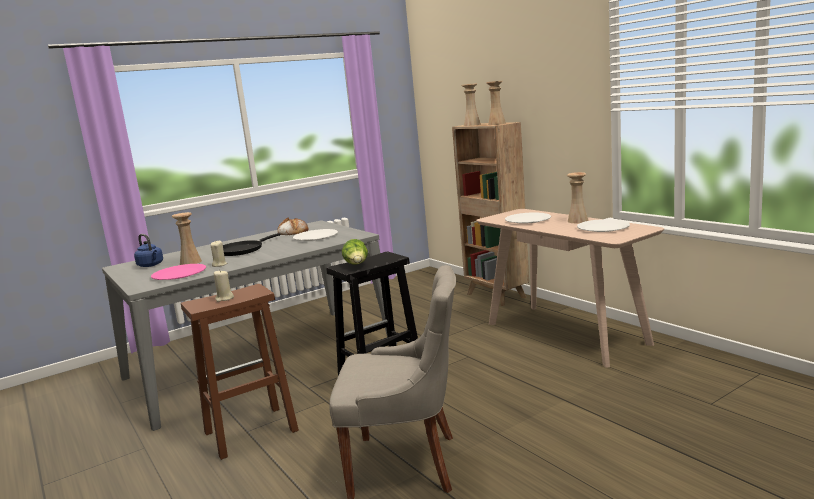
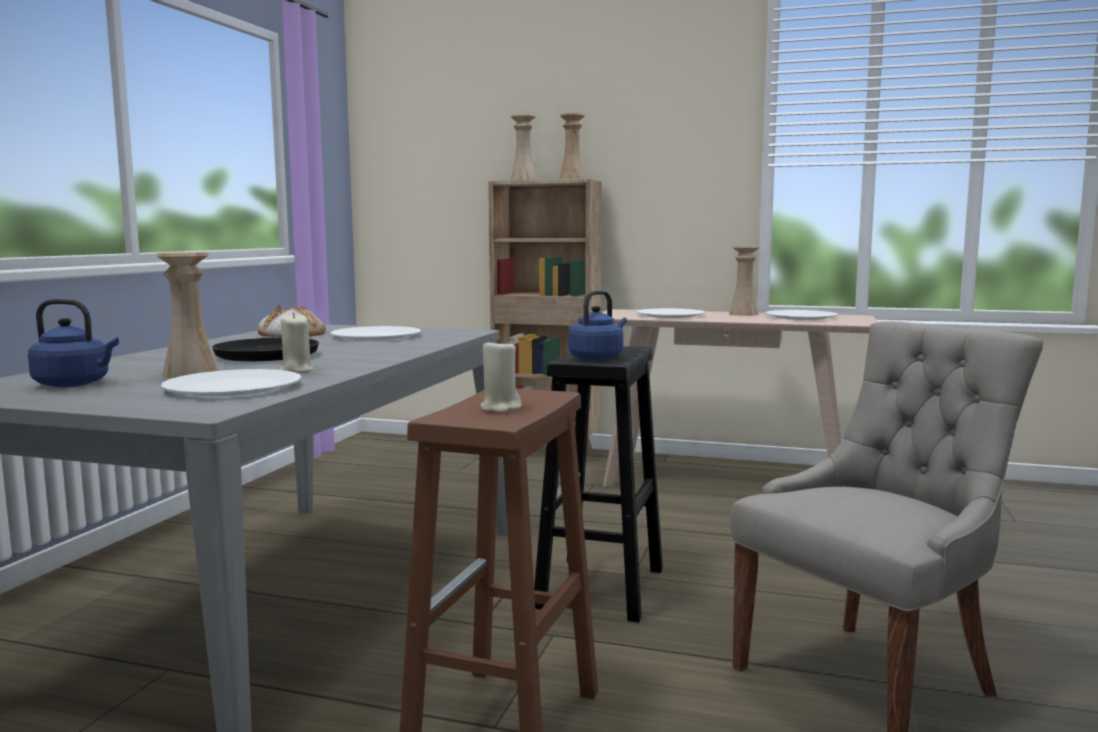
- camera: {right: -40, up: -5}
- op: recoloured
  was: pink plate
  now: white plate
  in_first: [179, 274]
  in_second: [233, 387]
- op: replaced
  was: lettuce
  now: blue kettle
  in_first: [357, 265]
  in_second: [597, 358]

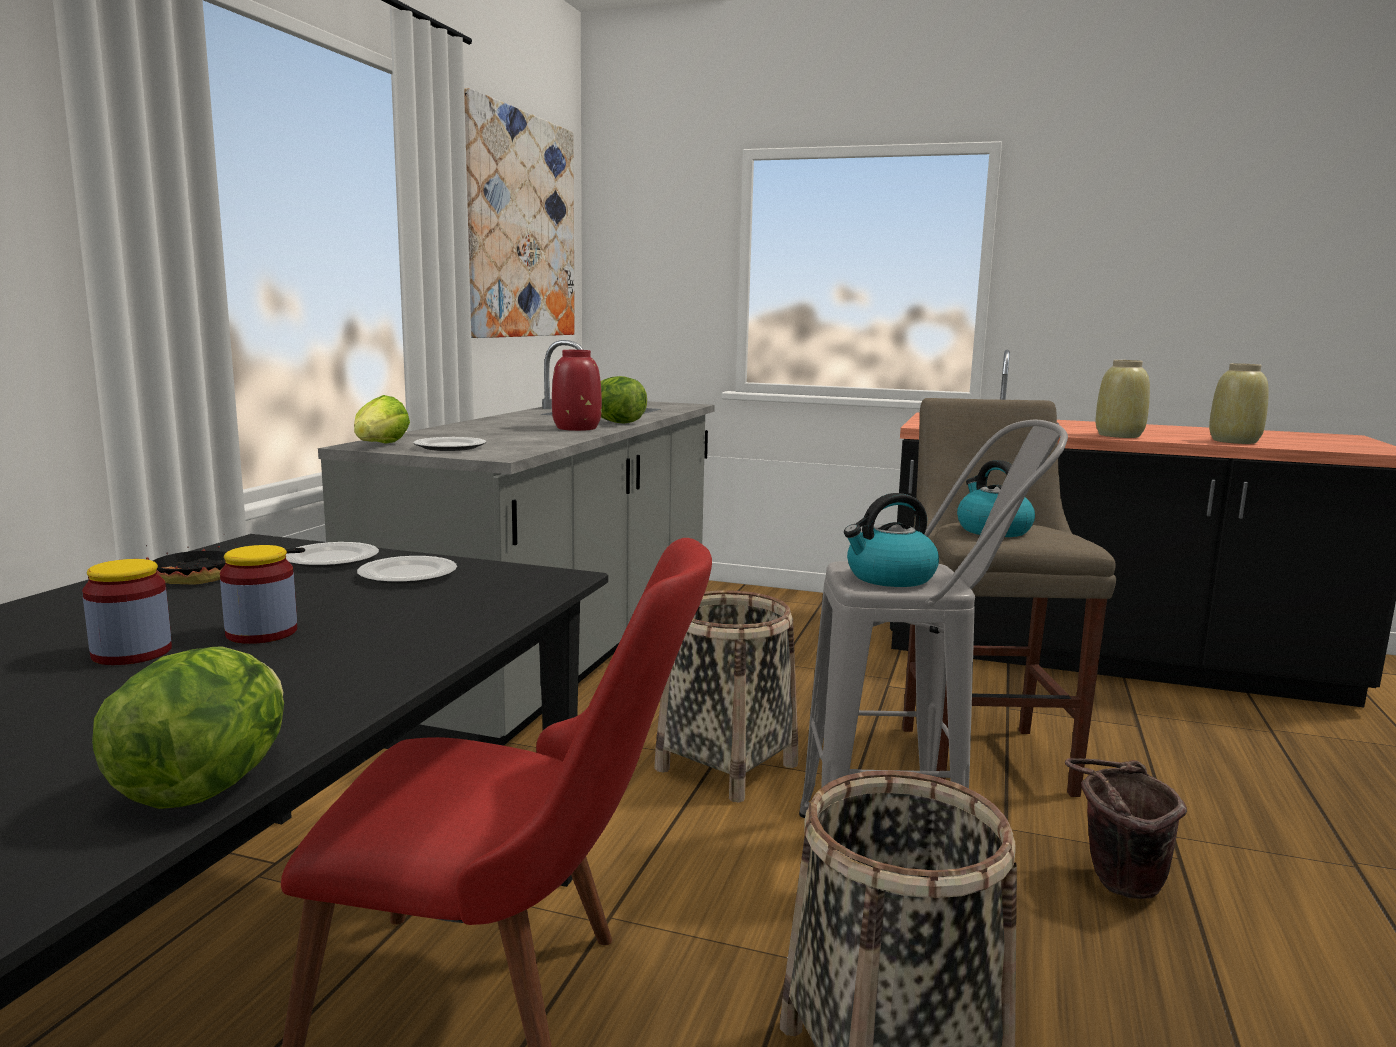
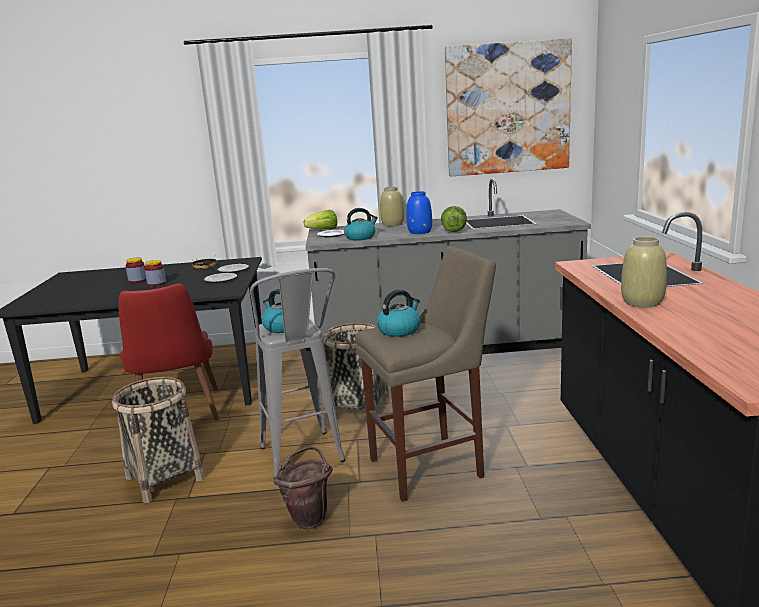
- camera: {right: 70, up: 5}
- op: added
  now: kettle
  in_second: [361, 237]
- op: moved
  was: beige vase
  in_first: [1235, 441]
  in_second: [393, 224]
- op: recoloured
  was: red vase
  now: blue vase
  in_first: [576, 428]
  in_second: [420, 232]
- op: removed
  was: lettuce
  in_first: [205, 786]

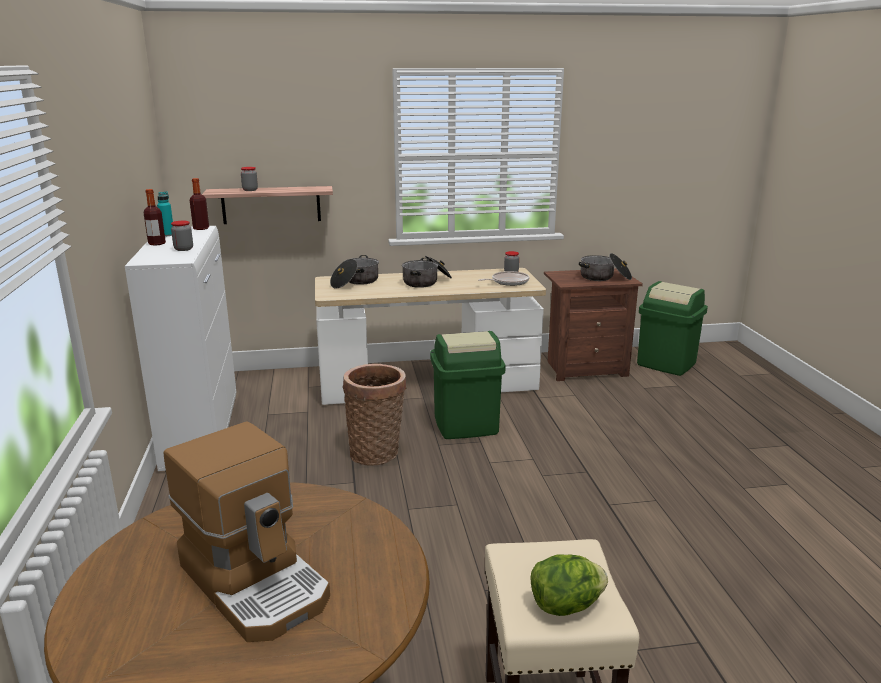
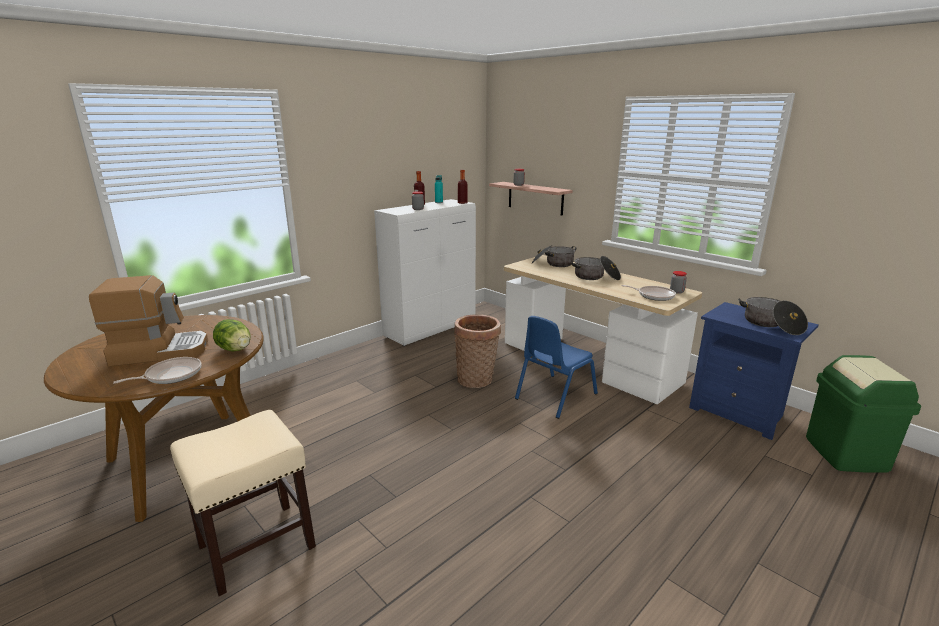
- camera: {right: 55, up: 0}
- op: turned
  was: coffee machine
  in_first: [257, 581]
  in_second: [160, 351]
  clockwise: -120
- op: added
  now: frying pan
  in_second: [171, 375]
- op: moved
  was: lettuce
  in_first: [565, 606]
  in_second: [235, 349]
- op: replaced
  was: green trash can
  now: blue chair
  in_first: [466, 425]
  in_second: [555, 396]
- op: recoloured
  was: brown nightstand
  now: blue nightstand
  in_first: [585, 368]
  in_second: [739, 413]

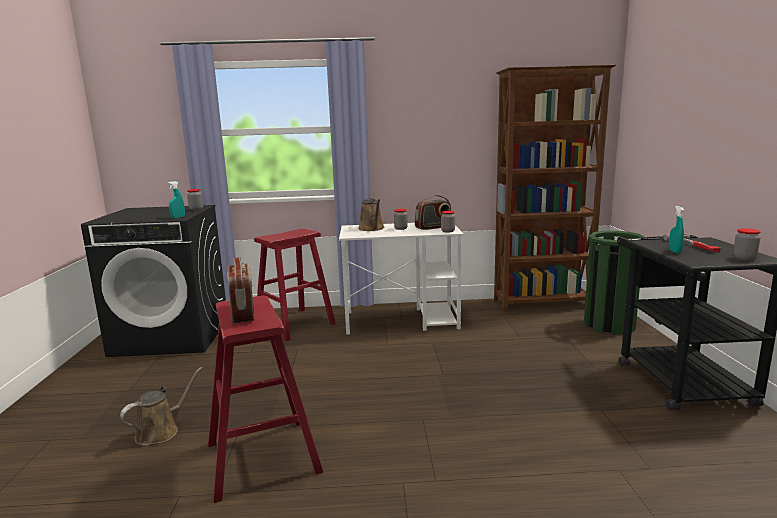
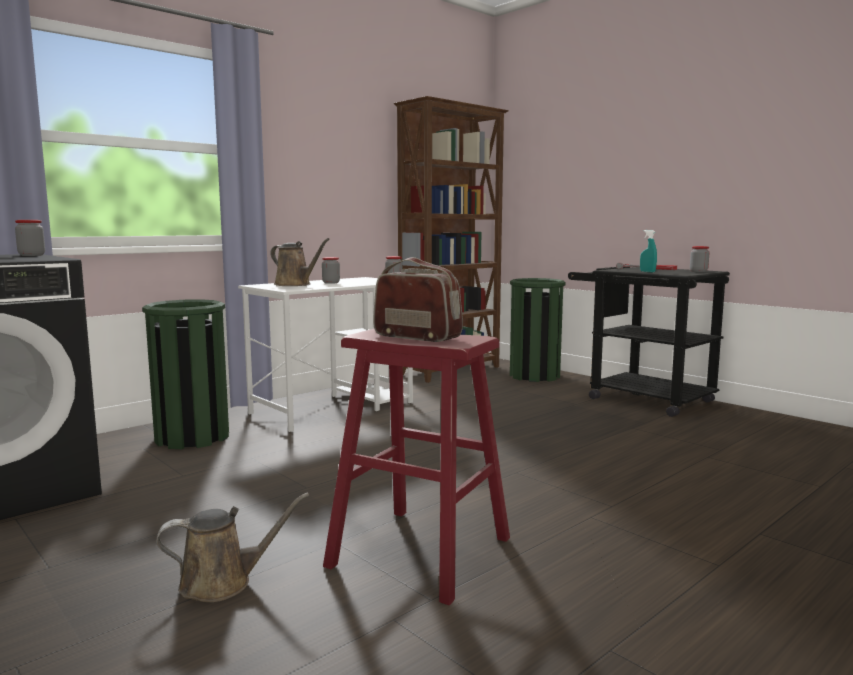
- camera: {right: -40, up: -5}
- op: replaced
  was: red stool
  now: green trash can
  in_first: [295, 324]
  in_second: [192, 437]
- op: turned
  was: brown watering can
  in_first: [161, 431]
  in_second: [223, 583]
  clockwise: 75
- op: removed
  was: turquoise spray bottle
  in_first: [178, 217]
- op: removed
  was: radio
  in_first: [433, 227]

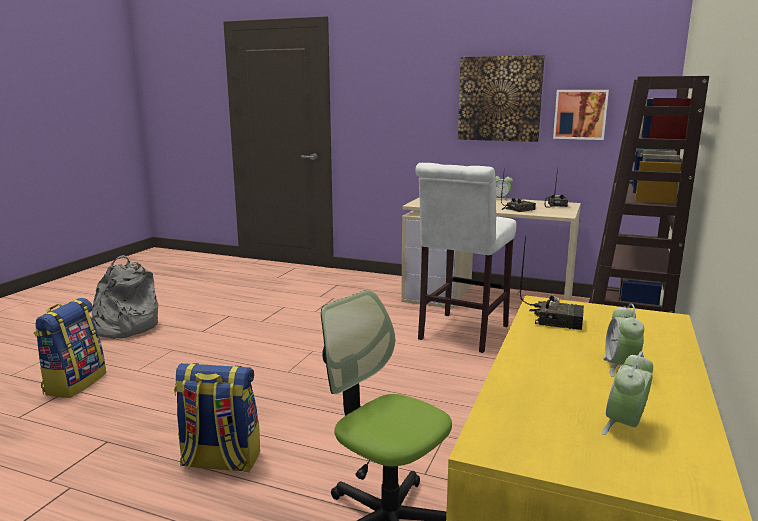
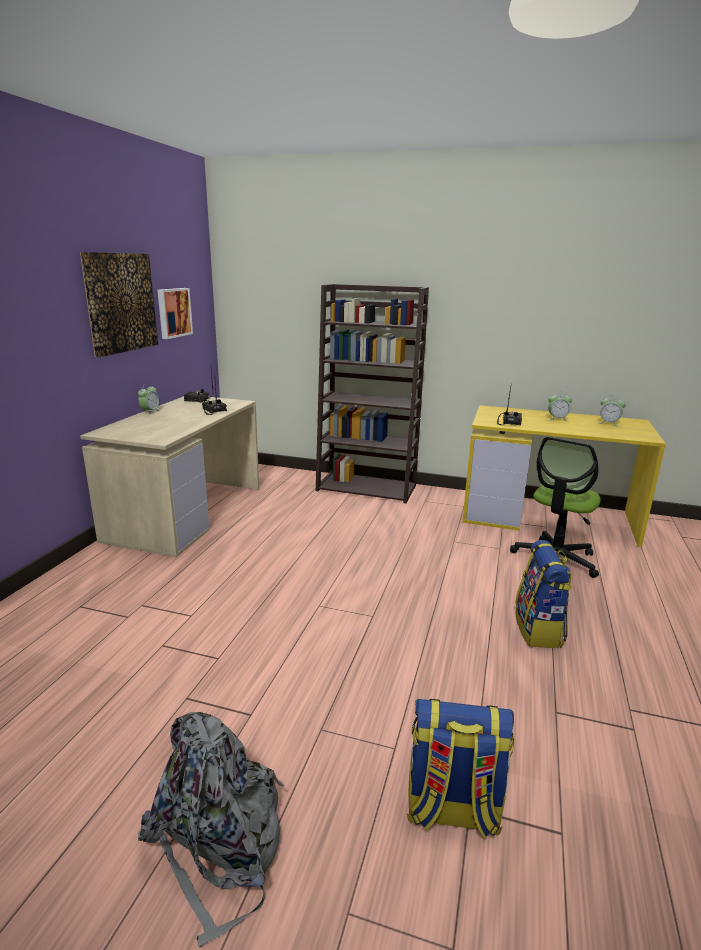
- camera: {right: -95, up: 5}
- op: removed
  was: white stool
  in_first: [461, 334]

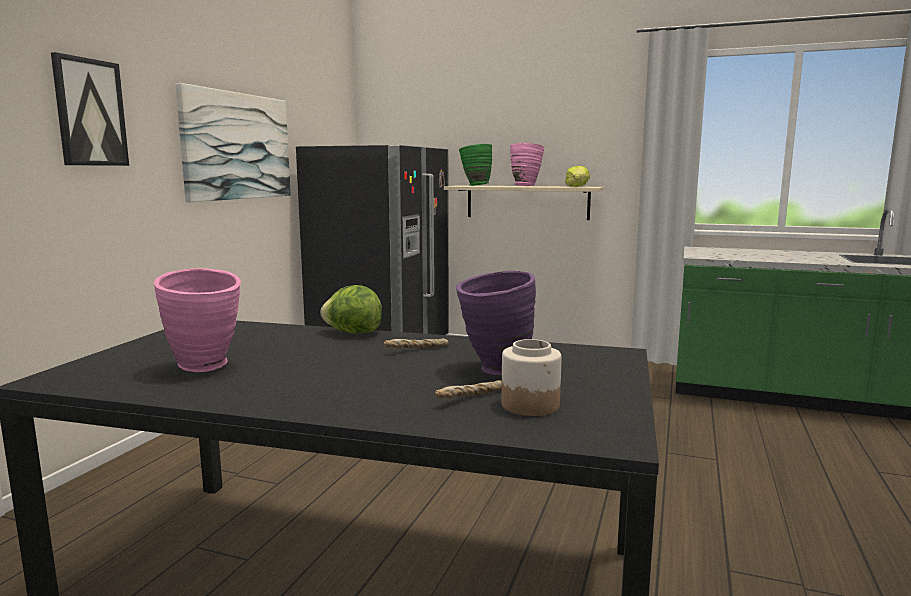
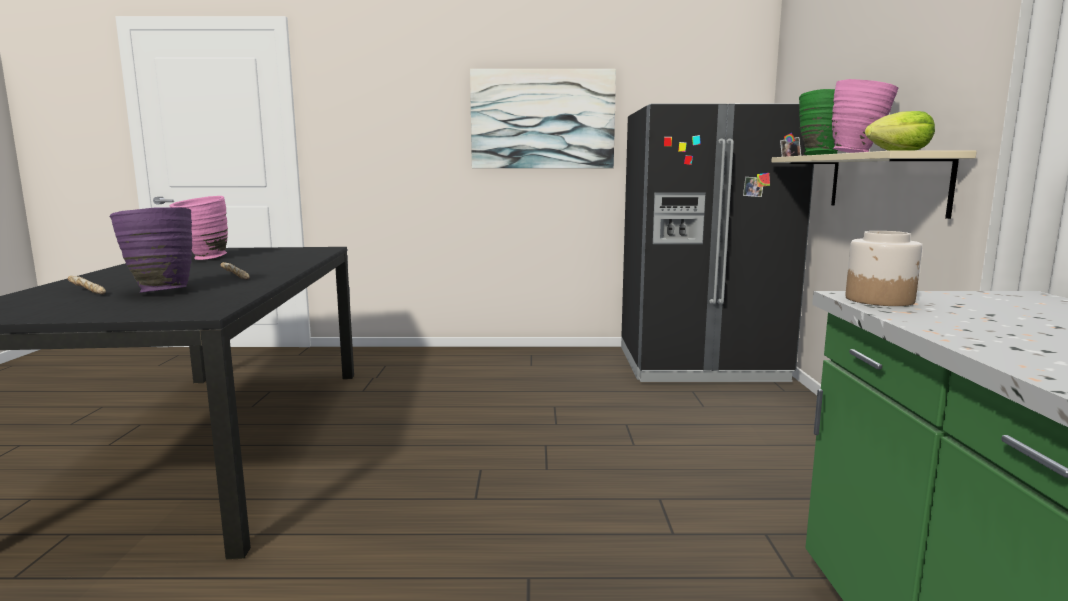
- camera: {right: 70, up: 0}
- op: moved
  was: jar
  in_first: [530, 405]
  in_second: [880, 300]
- op: removed
  was: picture
  in_first: [90, 113]
- op: removed
  was: lettuce
  in_first: [353, 333]

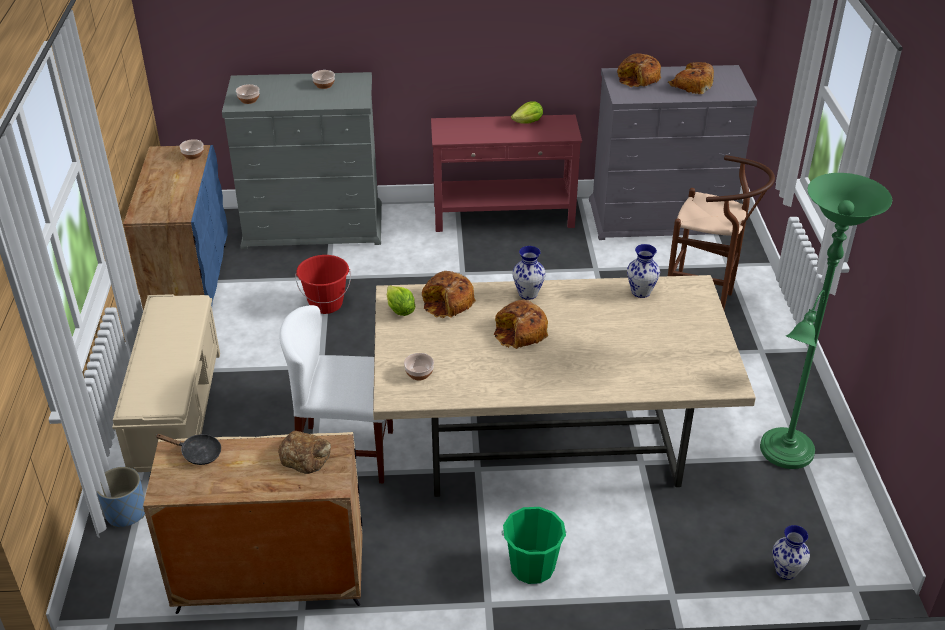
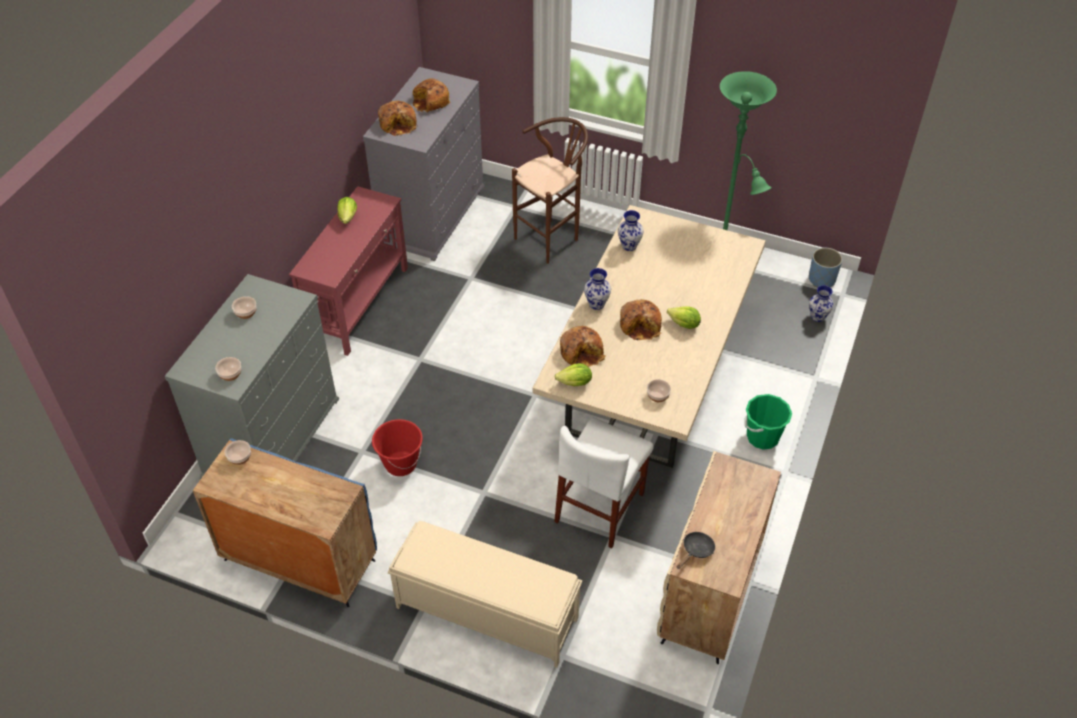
- camera: {right: -65, up: 10}
- op: added
  now: lettuce
  in_second: [684, 324]
- op: moved
  was: blue planter
  in_first: [126, 513]
  in_second: [822, 279]
- op: removed
  was: bread
  in_first: [305, 455]

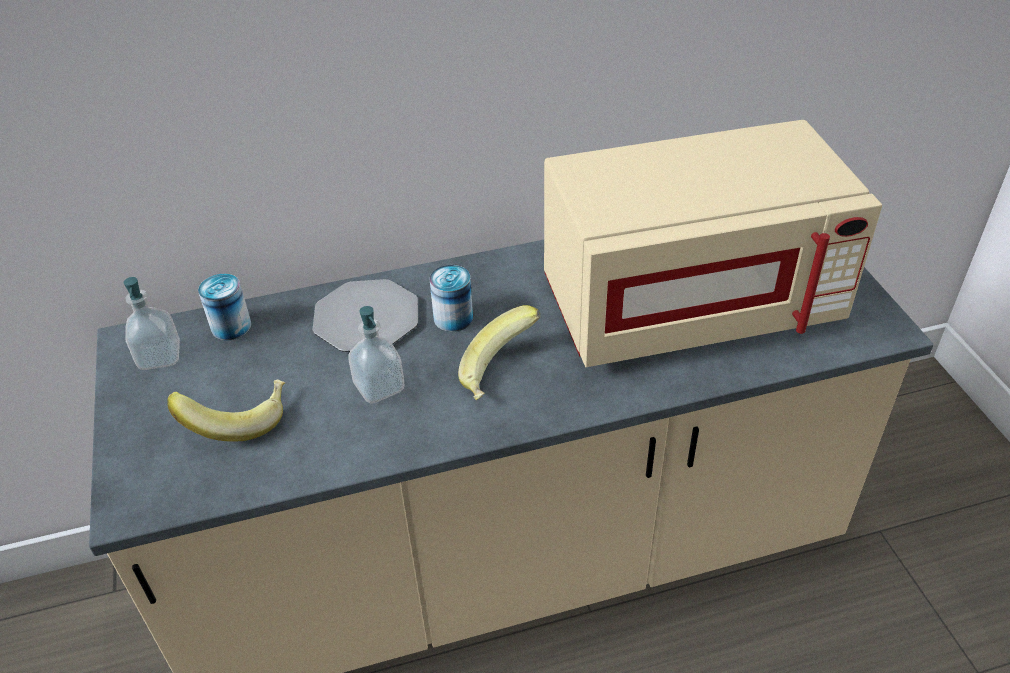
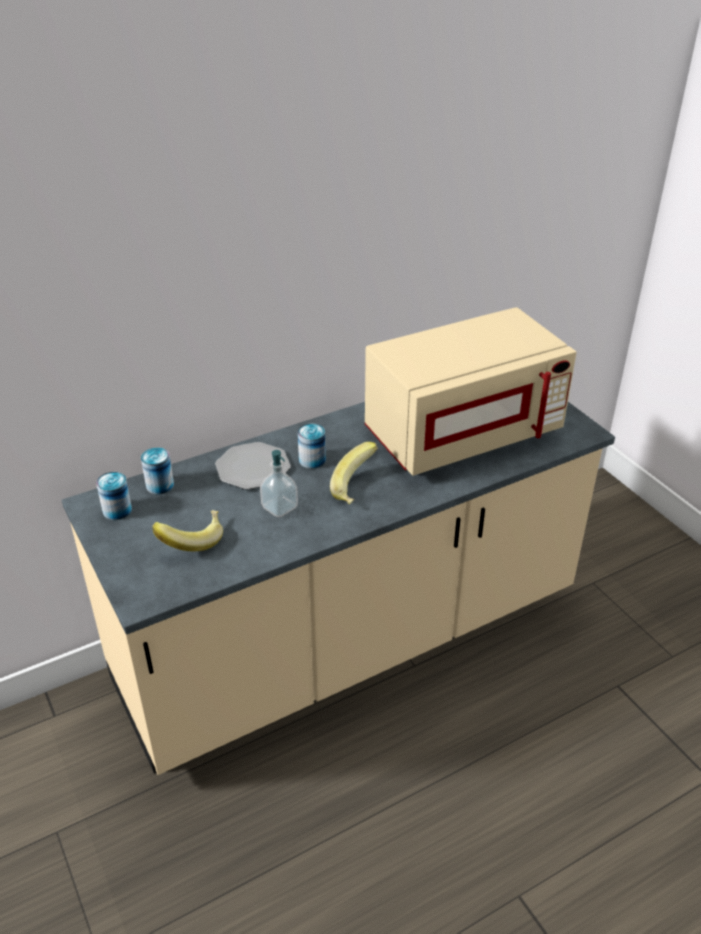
- camera: {right: -15, up: -5}
- op: replaced
  was: soap dispenser
  now: can
  in_first: [159, 357]
  in_second: [117, 510]

